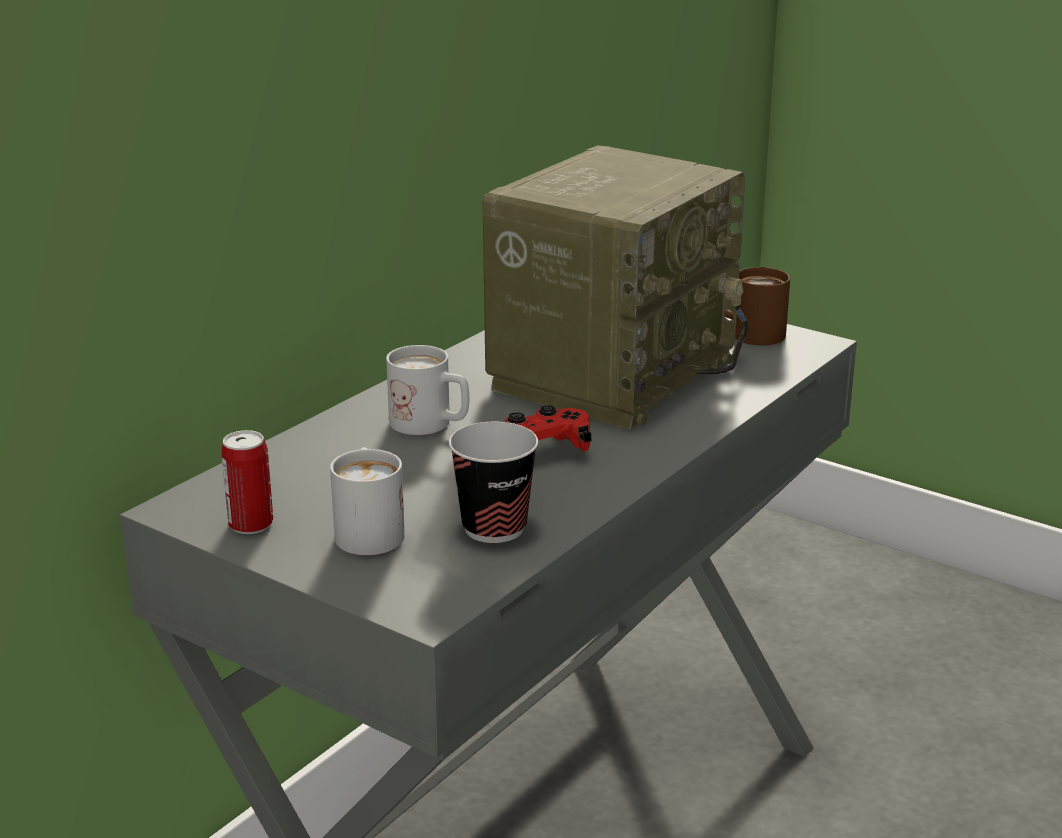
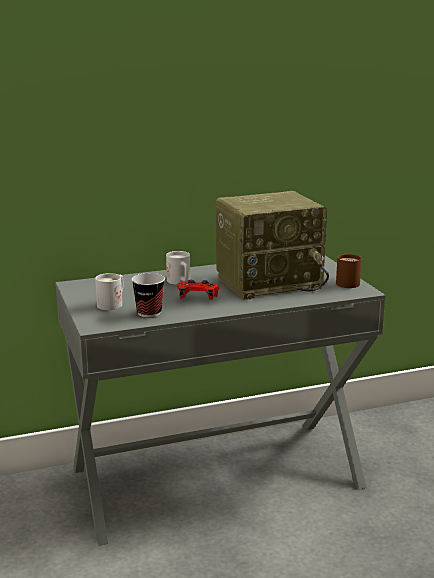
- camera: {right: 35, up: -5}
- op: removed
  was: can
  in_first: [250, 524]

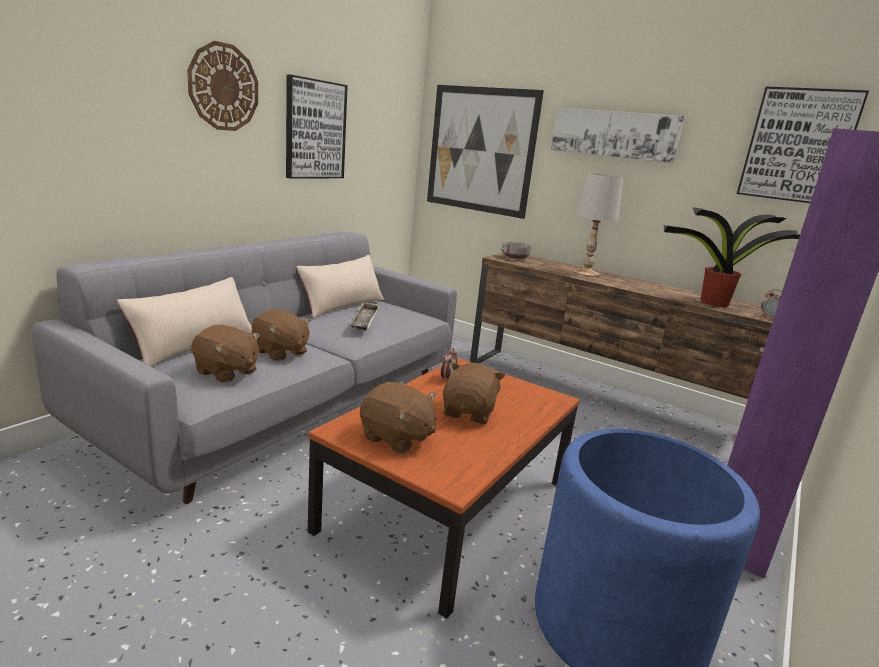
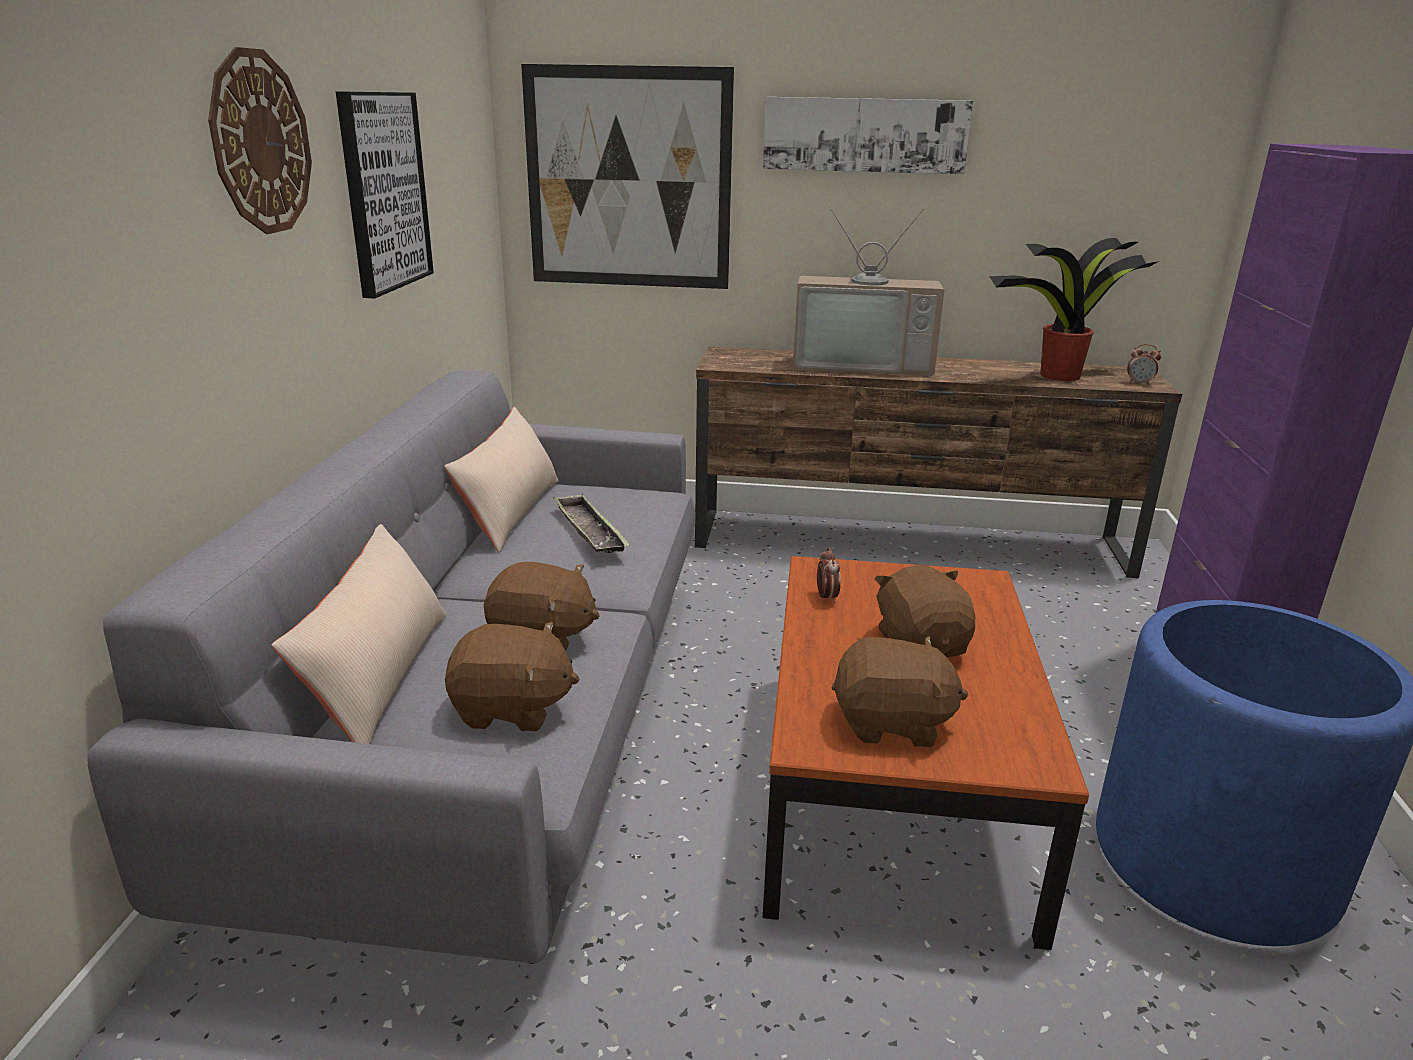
- camera: {right: -25, up: 5}
- op: replaced
  was: white table lamp
  now: television
  in_first: [586, 273]
  in_second: [863, 364]
- op: removed
  was: grey bowl
  in_first: [515, 258]
- op: removed
  was: picture
  in_first: [798, 146]

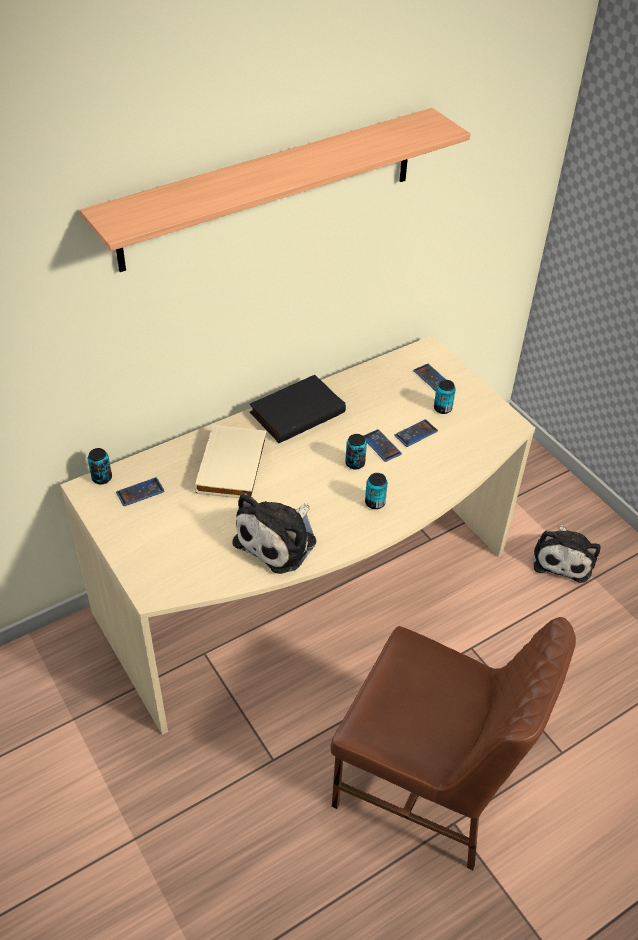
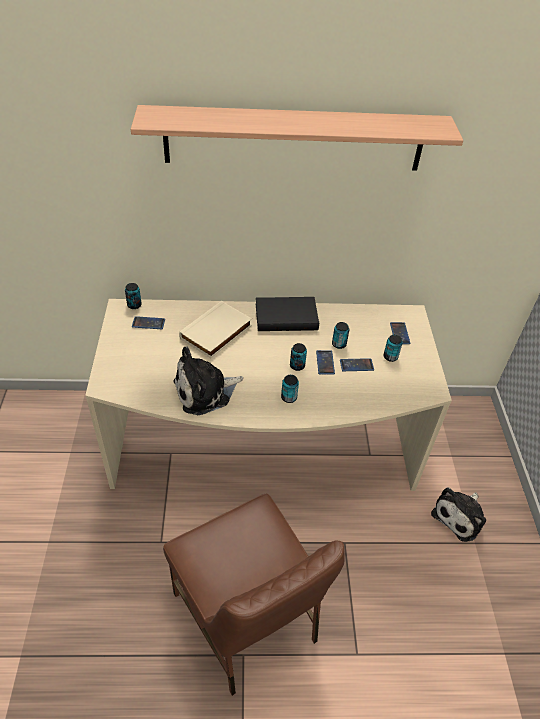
- camera: {right: 30, up: 0}
- op: added
  now: can
  in_second: [339, 344]

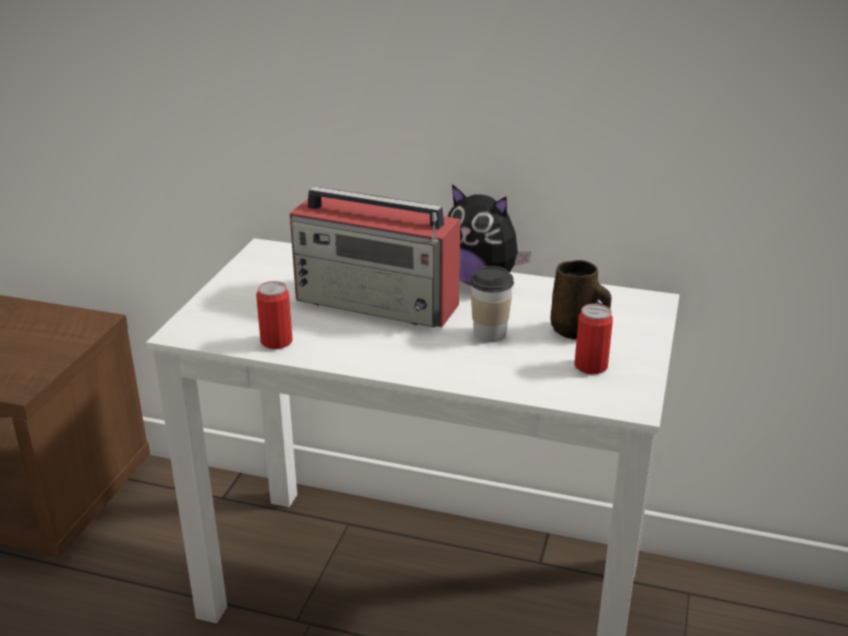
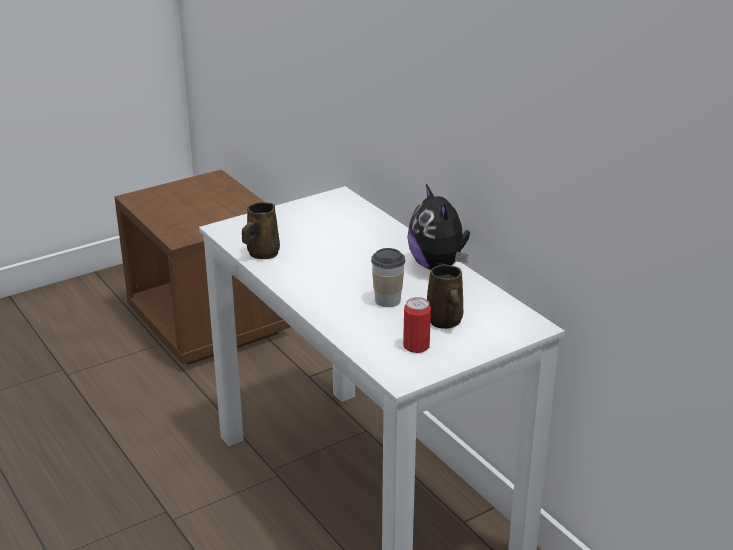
- camera: {right: 40, up: 0}
- op: replaced
  was: can
  now: brown mug
  in_first: [276, 341]
  in_second: [262, 254]
- op: removed
  was: radio
  in_first: [378, 303]

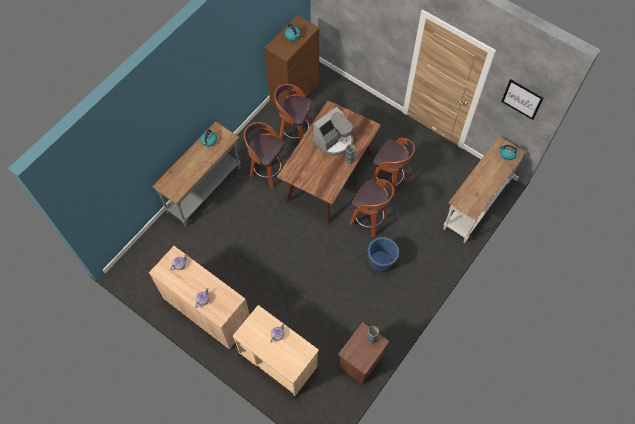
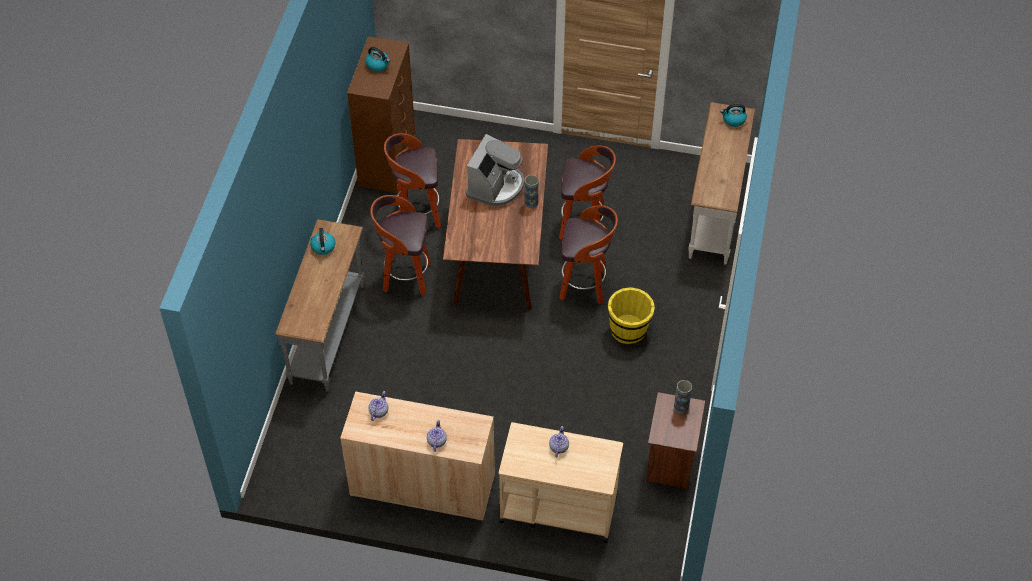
- camera: {right: -25, up: -10}
- op: recoloured
  was: blue bucket
  now: yellow bucket
  in_first: [381, 262]
  in_second: [628, 329]
- op: removed
  was: picture
  in_first: [522, 99]

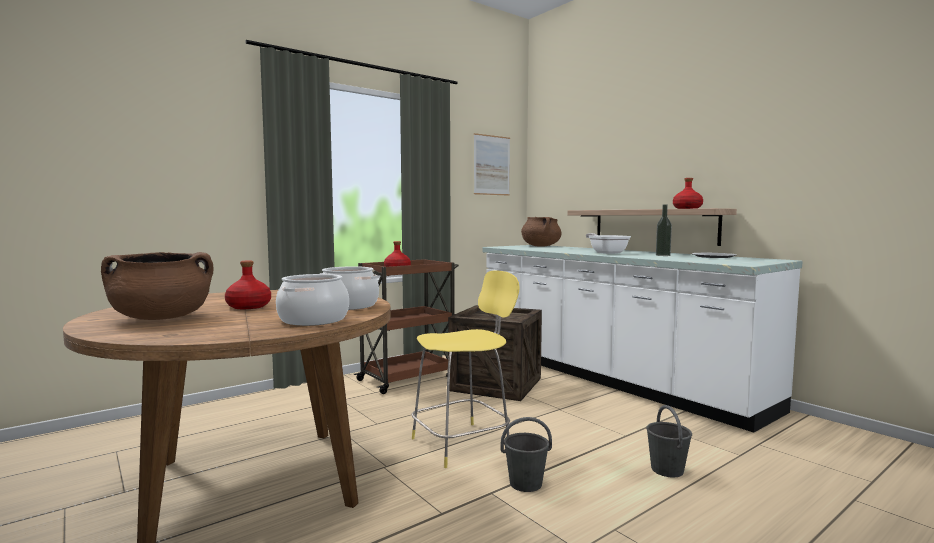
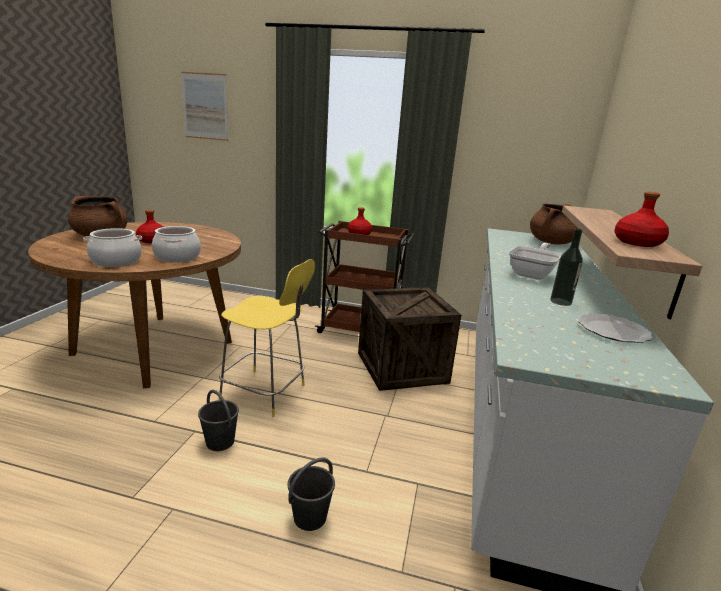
- camera: {right: 50, up: 15}
- op: moved
  was: picture
  in_first: [491, 165]
  in_second: [205, 106]

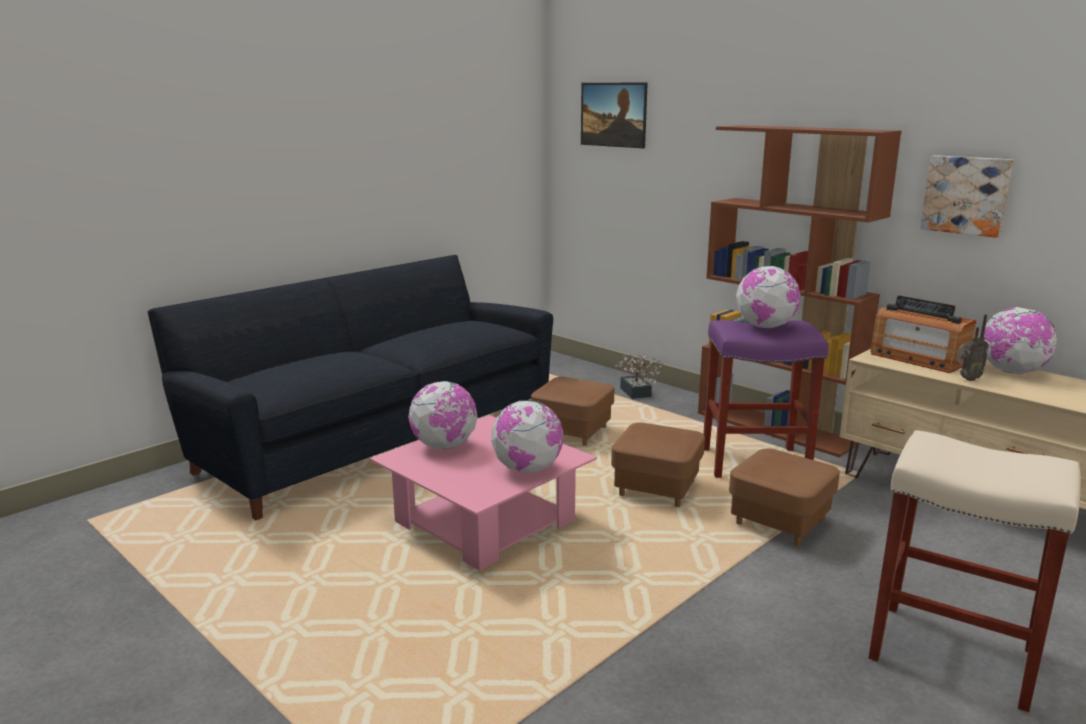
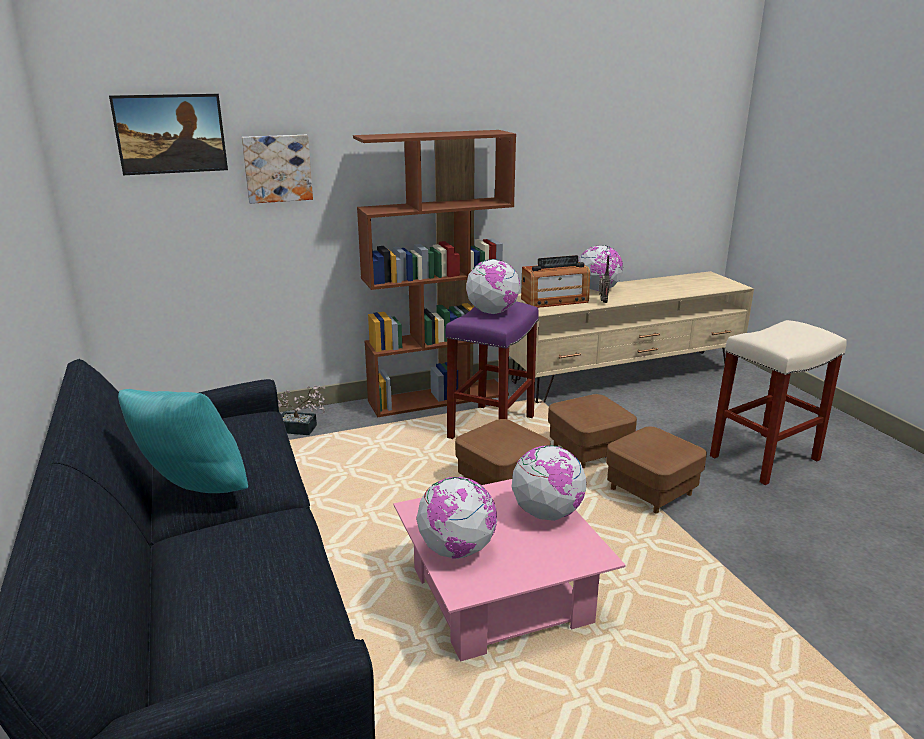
- camera: {right: -65, up: 5}
- op: added
  now: turquoise pillow
  in_second: [192, 493]
- op: moved
  was: picture
  in_first: [966, 195]
  in_second: [277, 168]
- op: moved
  was: brown ottoman
  in_first: [572, 432]
  in_second: [651, 492]

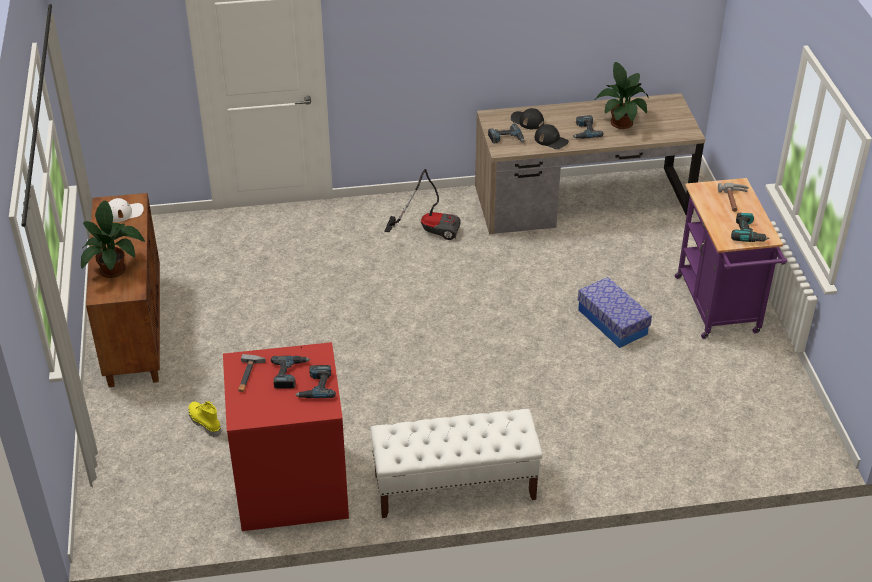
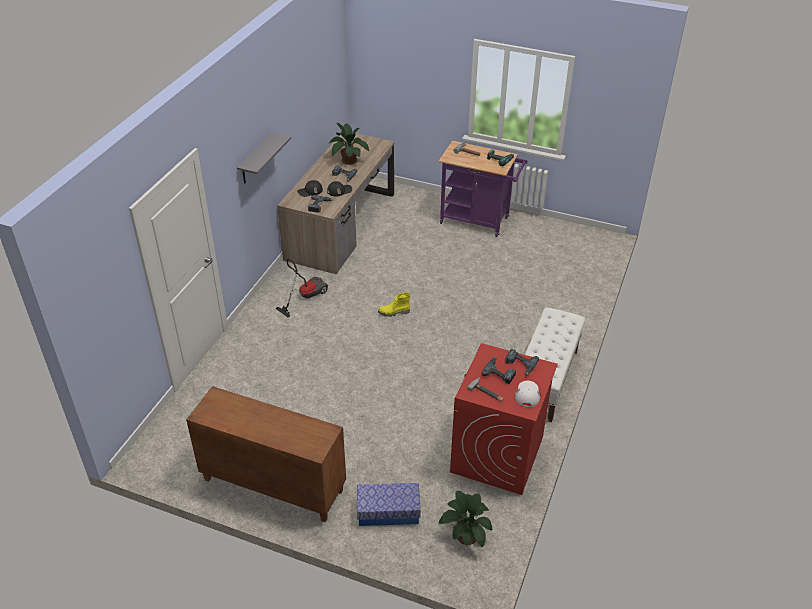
- camera: {right: -60, up: 0}
- op: added
  now: grey shelf
  in_second: [256, 159]
- op: moved
  was: storage box
  in_first: [612, 322]
  in_second: [388, 511]
- op: moved
  was: yellow boot
  in_first: [204, 422]
  in_second: [394, 313]
- op: moved
  was: potted plant
  in_first: [114, 268]
  in_second: [466, 534]
- op: moved
  was: white cap
  in_first: [124, 212]
  in_second: [527, 394]

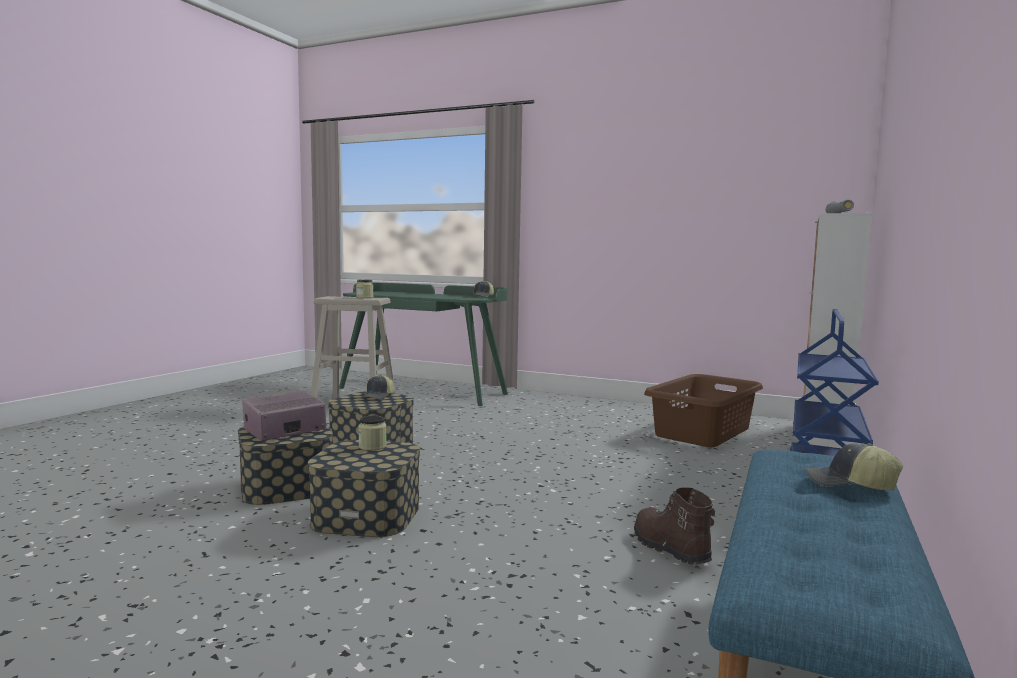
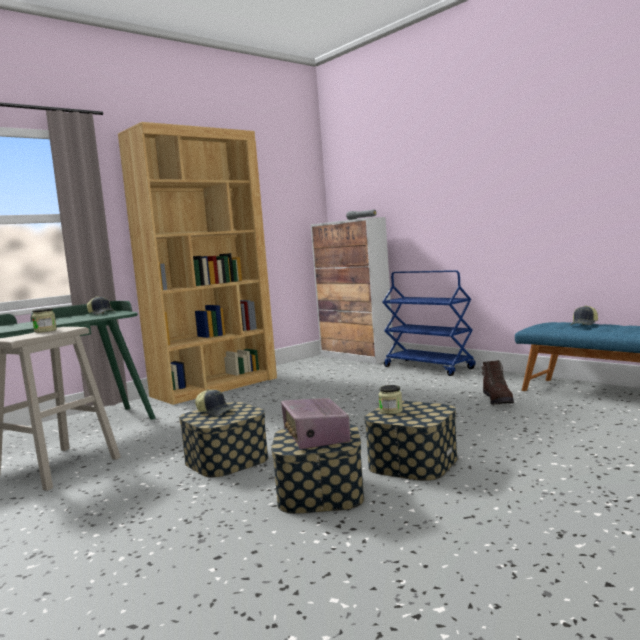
- camera: {right: -65, up: 0}
- op: added
  now: brown bookcase
  in_second: [215, 387]
- op: turned
  was: brown boot
  in_first: [669, 549]
  in_second: [498, 400]
  clockwise: -90
- op: removed
  was: brown laundry basket
  in_first: [704, 432]

